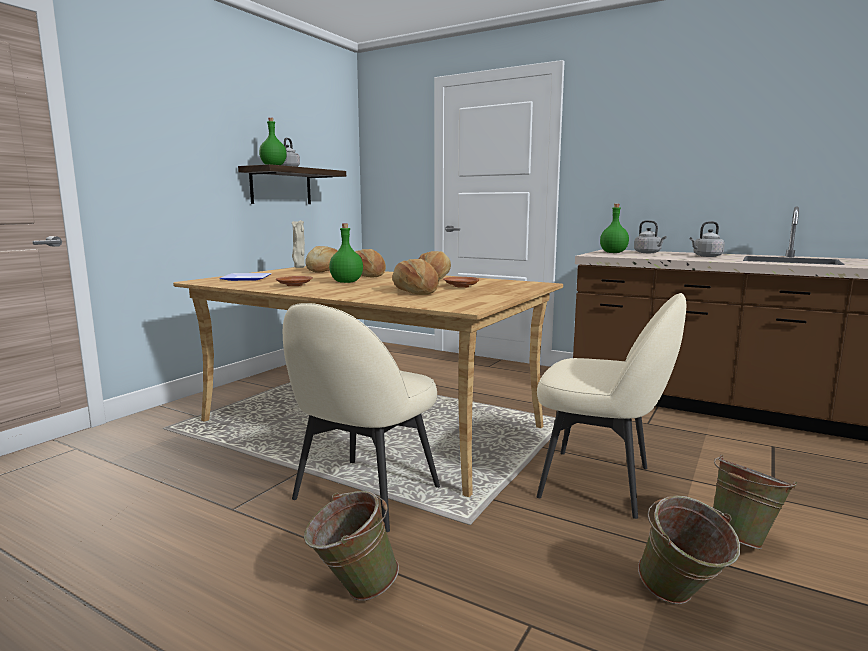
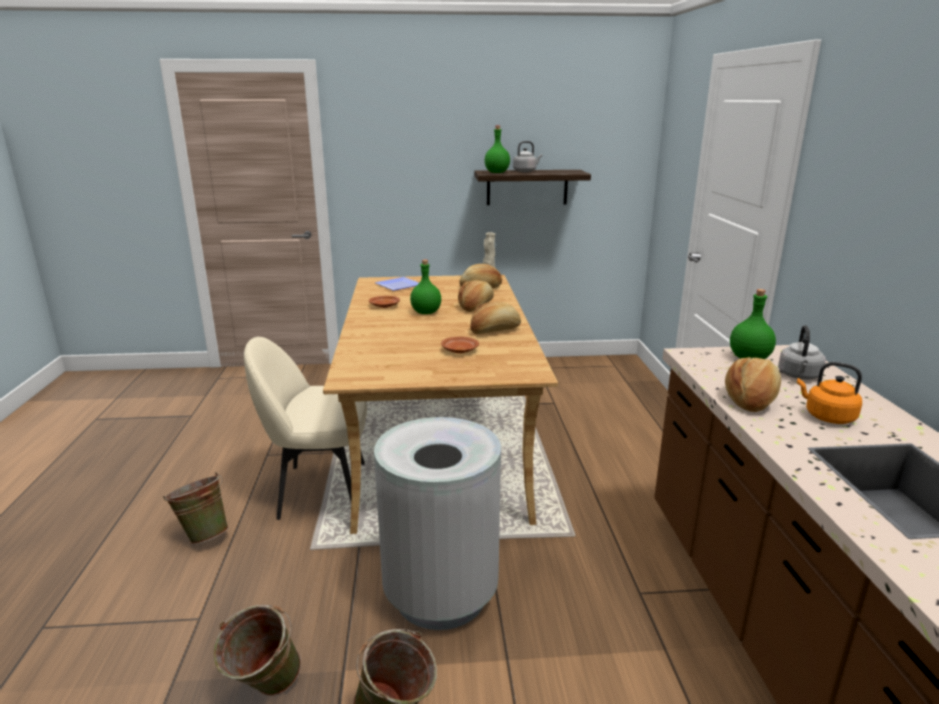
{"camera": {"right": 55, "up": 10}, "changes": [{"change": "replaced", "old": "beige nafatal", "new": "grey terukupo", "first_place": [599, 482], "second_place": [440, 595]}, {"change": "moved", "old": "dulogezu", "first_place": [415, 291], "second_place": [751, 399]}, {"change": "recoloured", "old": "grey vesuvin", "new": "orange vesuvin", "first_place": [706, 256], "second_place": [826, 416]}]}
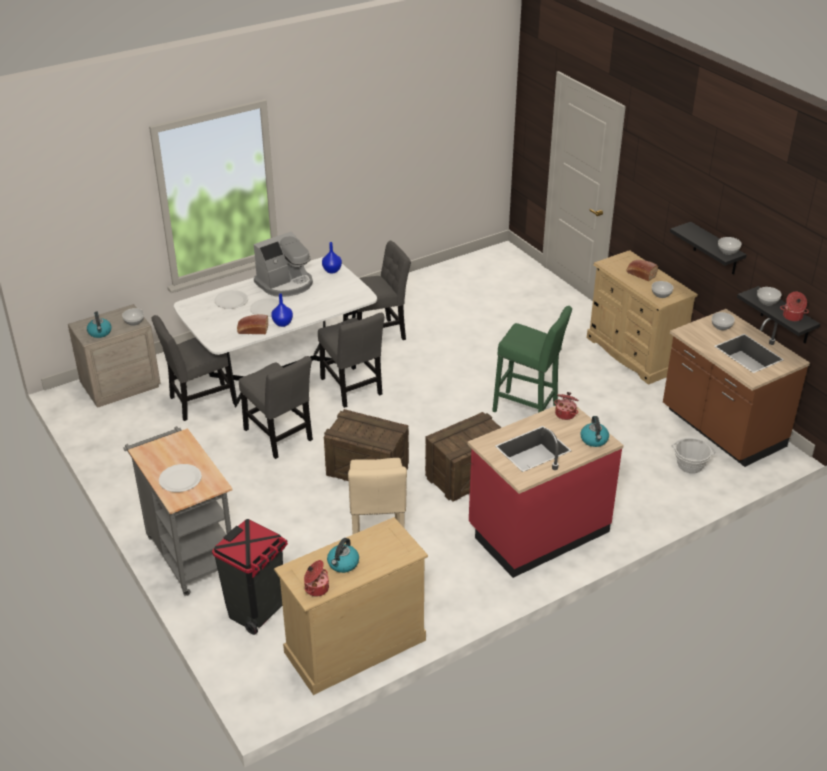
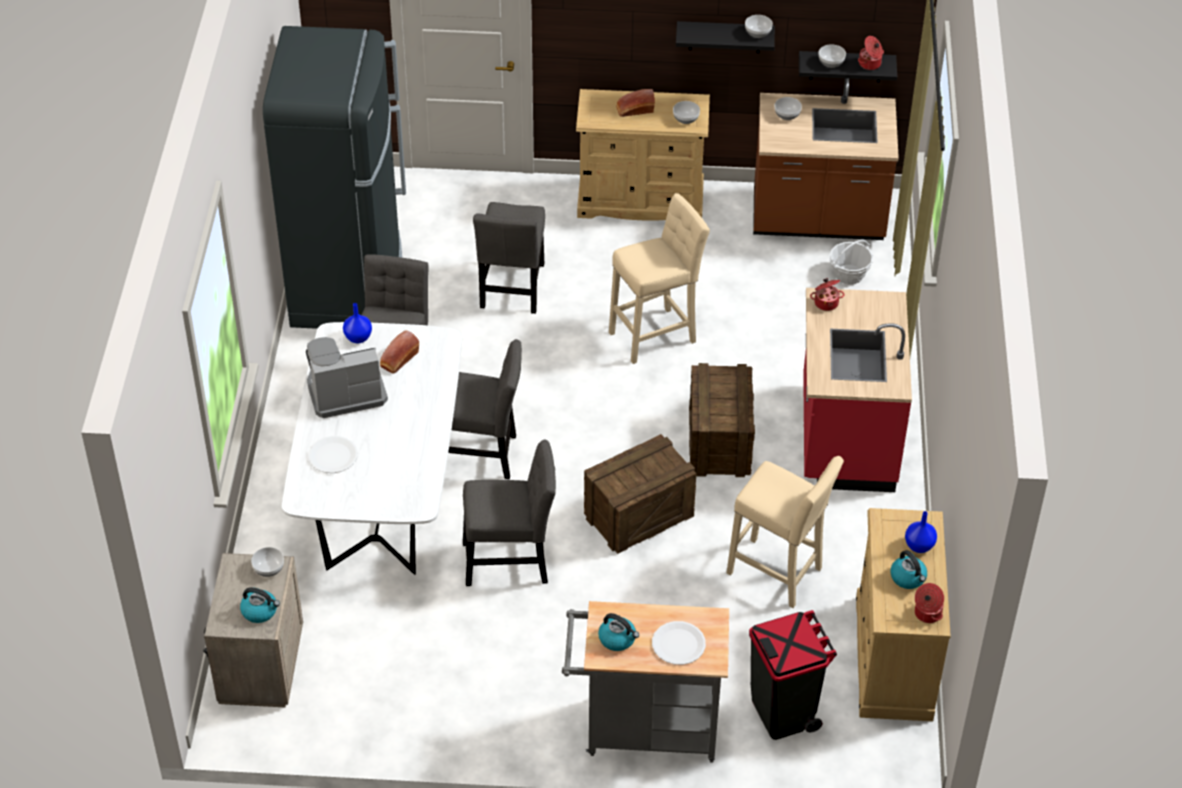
{"camera": {"right": -55, "up": 10}, "changes": [{"change": "added", "new": "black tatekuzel", "second_place": [348, 285]}, {"change": "turned", "old": "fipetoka", "first_place": [285, 284], "second_place": [345, 391], "degrees": -105}, {"change": "moved", "old": "dulogezu", "first_place": [252, 330], "second_place": [398, 360]}, {"change": "moved", "old": "grey nafatal", "first_place": [199, 402], "second_place": [512, 289]}, {"change": "moved", "old": "vesuvin", "first_place": [594, 440], "second_place": [618, 639]}, {"change": "recoloured", "old": "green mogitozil", "new": "beige mogitozil", "first_place": [528, 409], "second_place": [656, 335]}, {"change": "moved", "old": "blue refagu", "first_place": [282, 324], "second_place": [919, 546]}, {"change": "removed", "old": "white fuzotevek", "first_place": [267, 309]}]}
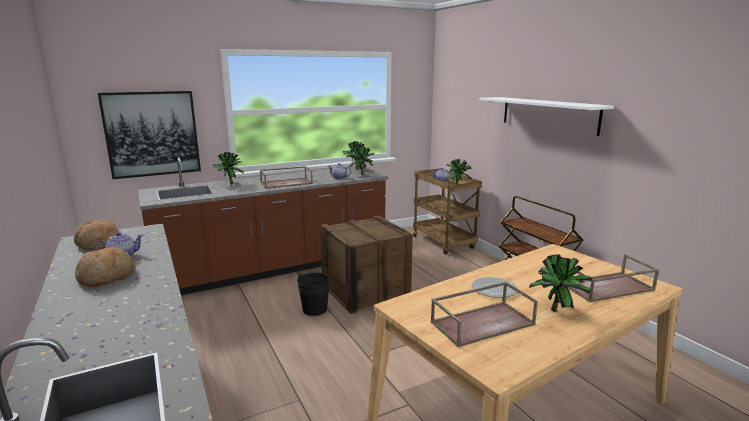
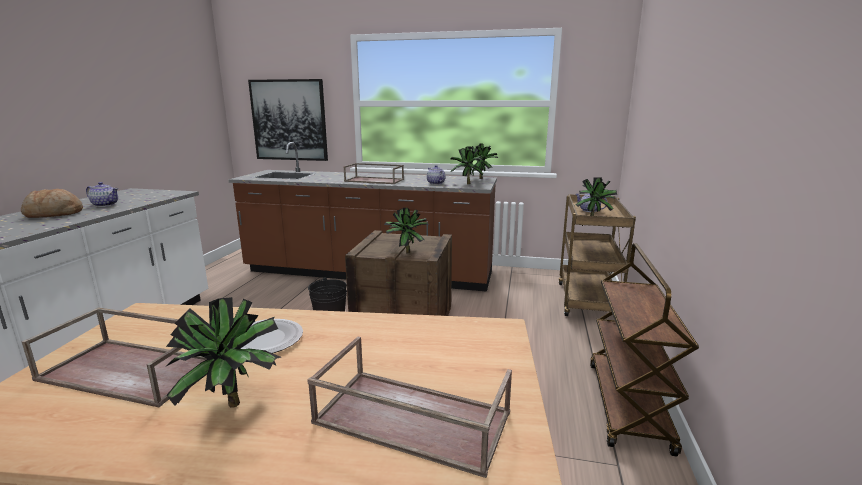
{"camera": {"right": 40, "up": 0}, "changes": [{"change": "moved", "old": "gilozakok", "first_place": [229, 183], "second_place": [405, 252]}, {"change": "removed", "old": "dulogezu", "first_place": [99, 244]}, {"change": "removed", "old": "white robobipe", "first_place": [548, 114]}]}
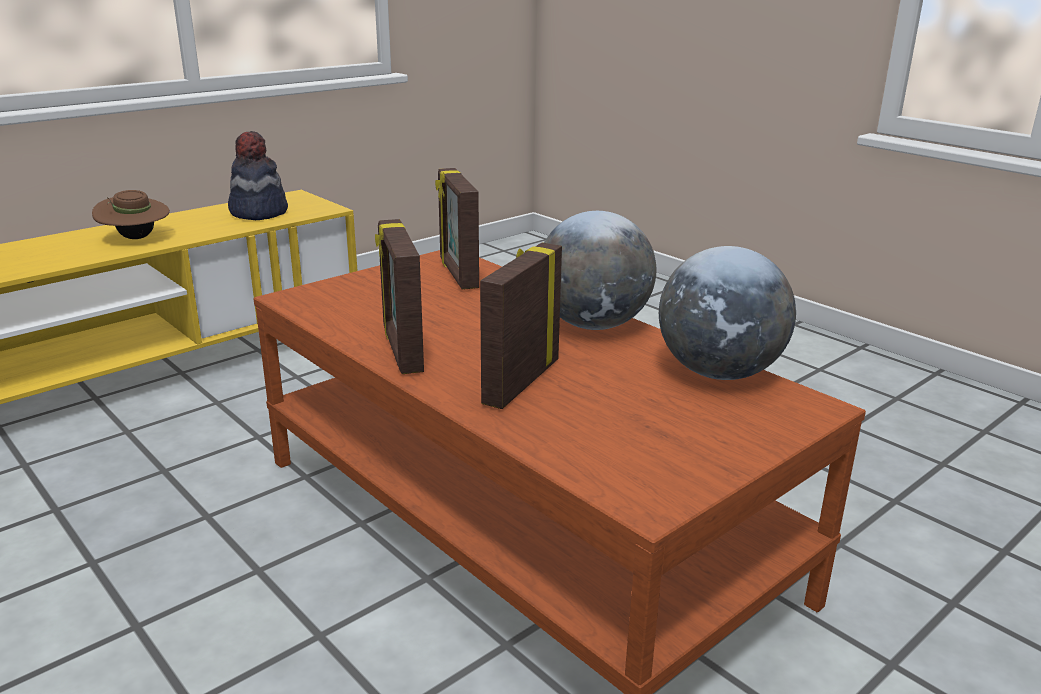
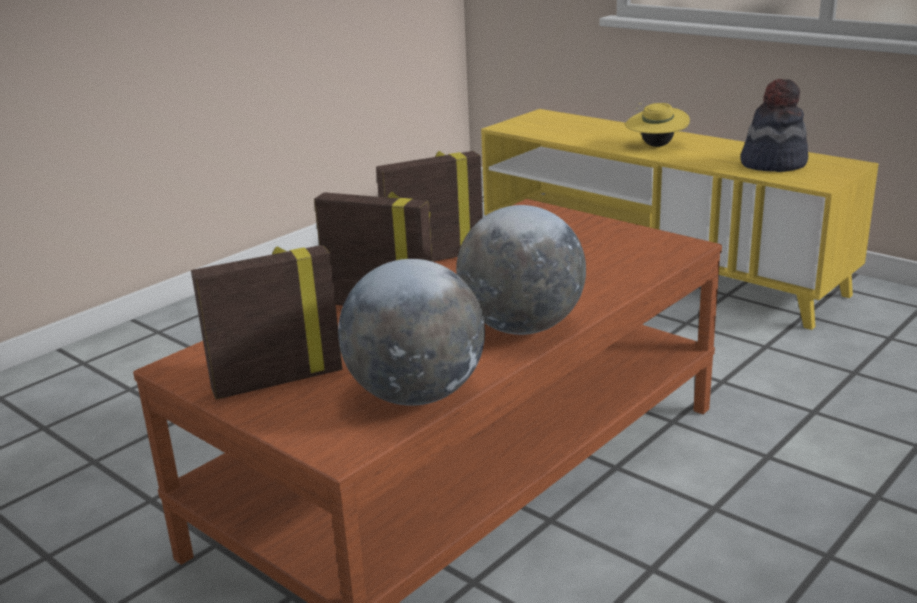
{"camera": {"right": 85, "up": 0}, "changes": [{"change": "moved", "old": "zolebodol", "first_place": [457, 274], "second_place": [277, 380]}, {"change": "recoloured", "old": "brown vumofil", "new": "yellow vumofil", "first_place": [136, 238], "second_place": [656, 145]}]}
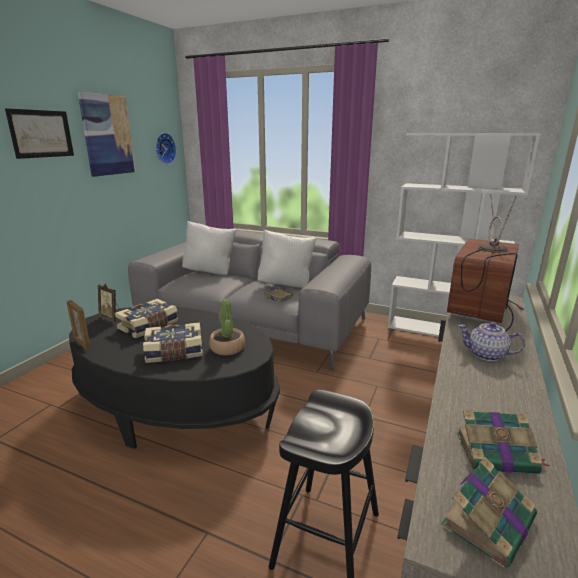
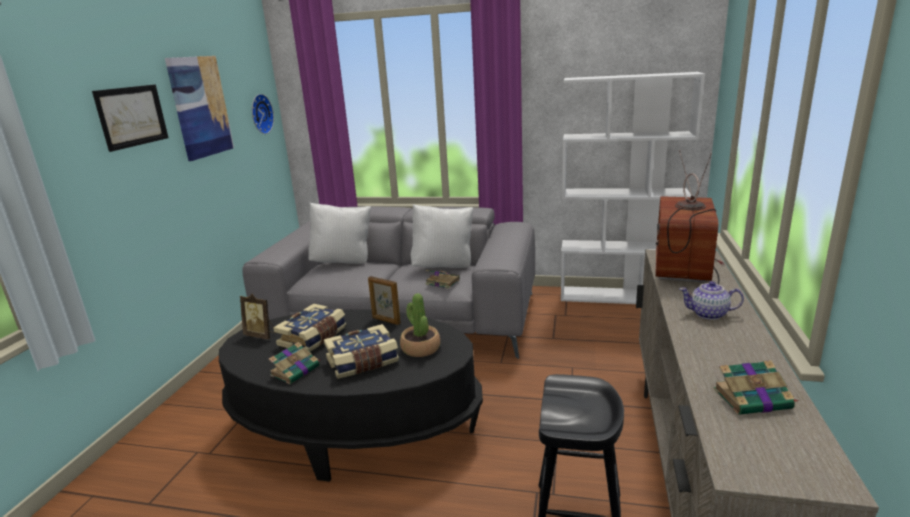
{"camera": {"right": -10, "up": 0}, "changes": [{"change": "moved", "old": "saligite", "first_place": [488, 520], "second_place": [296, 370]}, {"change": "moved", "old": "zolebodol", "first_place": [82, 344], "second_place": [386, 321]}]}
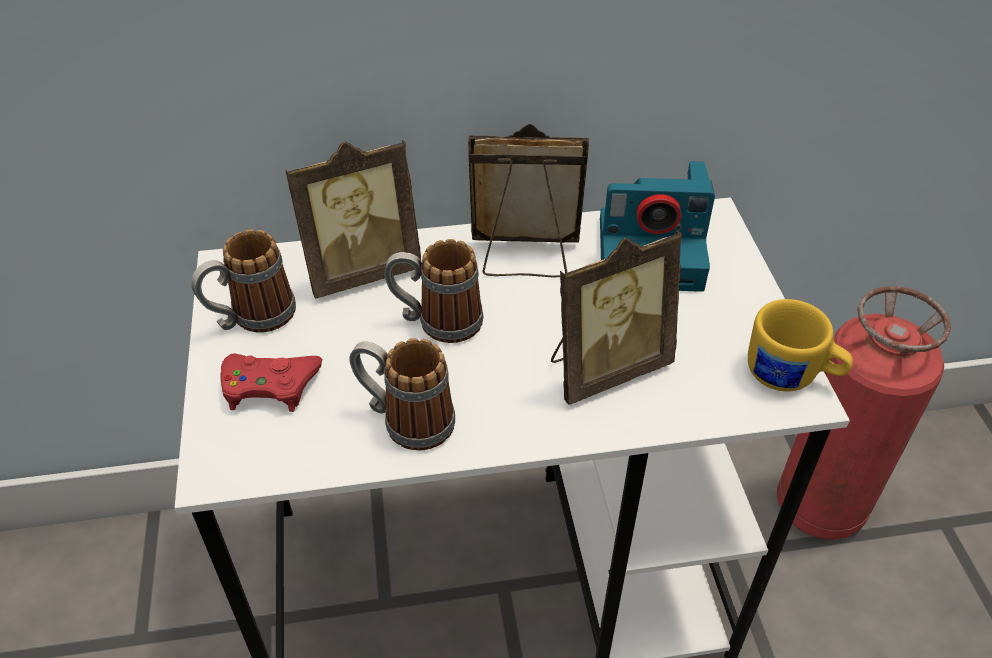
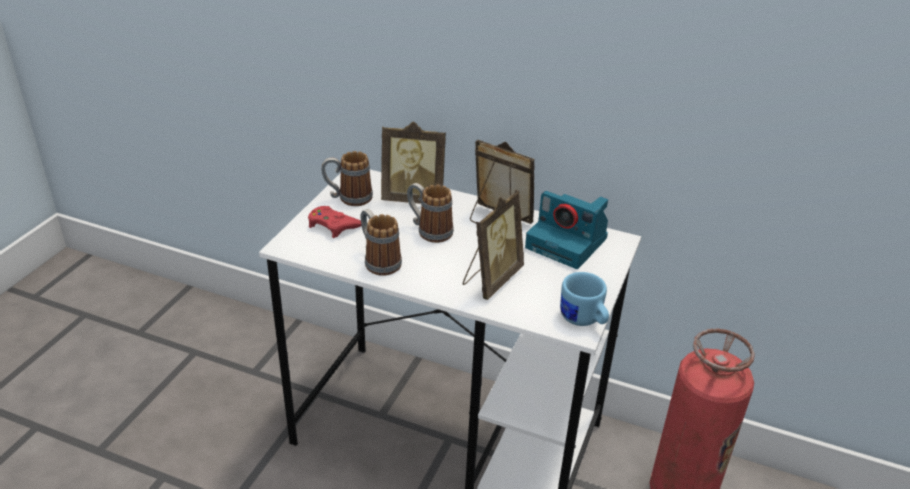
{"camera": {"right": 30, "up": -10}, "changes": [{"change": "turned", "old": "zolebodol", "first_place": [605, 368], "second_place": [491, 279], "degrees": -60}, {"change": "recoloured", "old": "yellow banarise", "new": "blue banarise", "first_place": [791, 376], "second_place": [583, 320]}]}
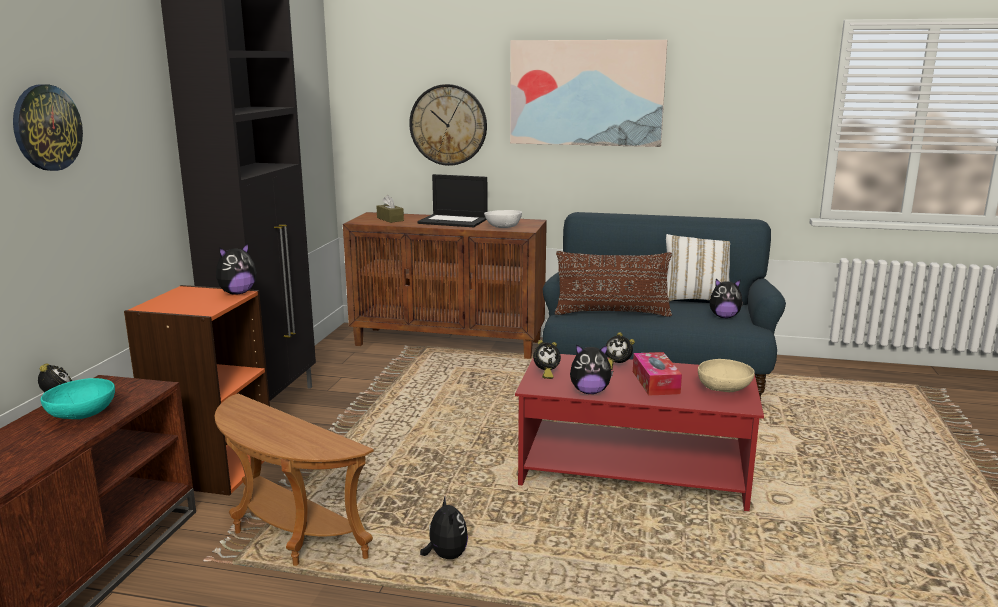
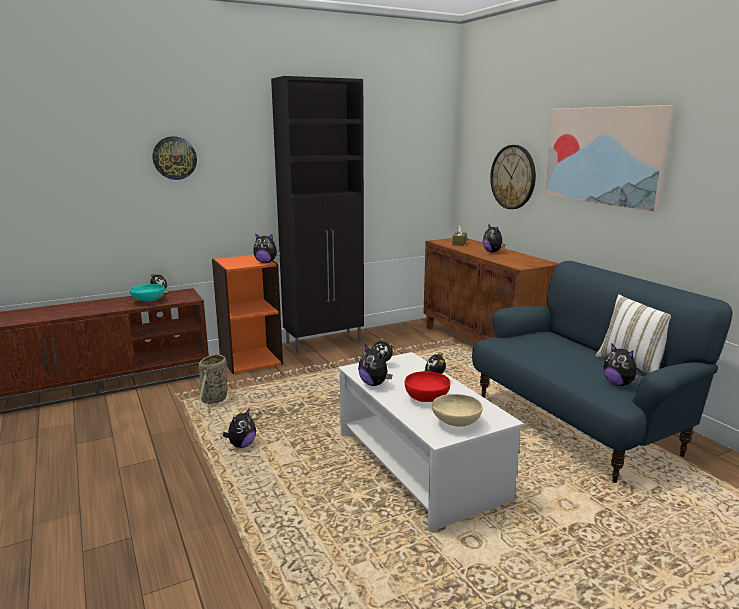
{"camera": {"right": 50, "up": 0}, "changes": [{"change": "replaced", "old": "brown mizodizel", "new": "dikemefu", "first_place": [287, 536], "second_place": [214, 401]}, {"change": "recoloured", "old": "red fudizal", "new": "white fudizal", "first_place": [635, 470], "second_place": [419, 466]}, {"change": "replaced", "old": "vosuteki", "new": "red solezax", "first_place": [655, 382], "second_place": [427, 397]}, {"change": "replaced", "old": "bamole", "new": "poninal", "first_place": [454, 221], "second_place": [493, 252]}, {"change": "removed", "old": "white solezax", "first_place": [503, 227]}, {"change": "removed", "old": "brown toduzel", "first_place": [612, 313]}]}
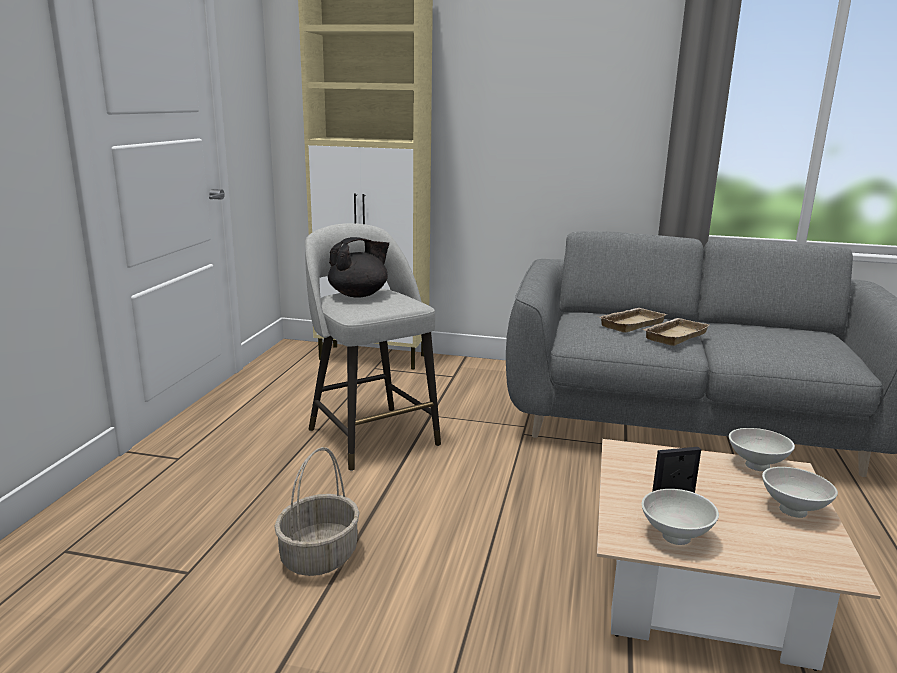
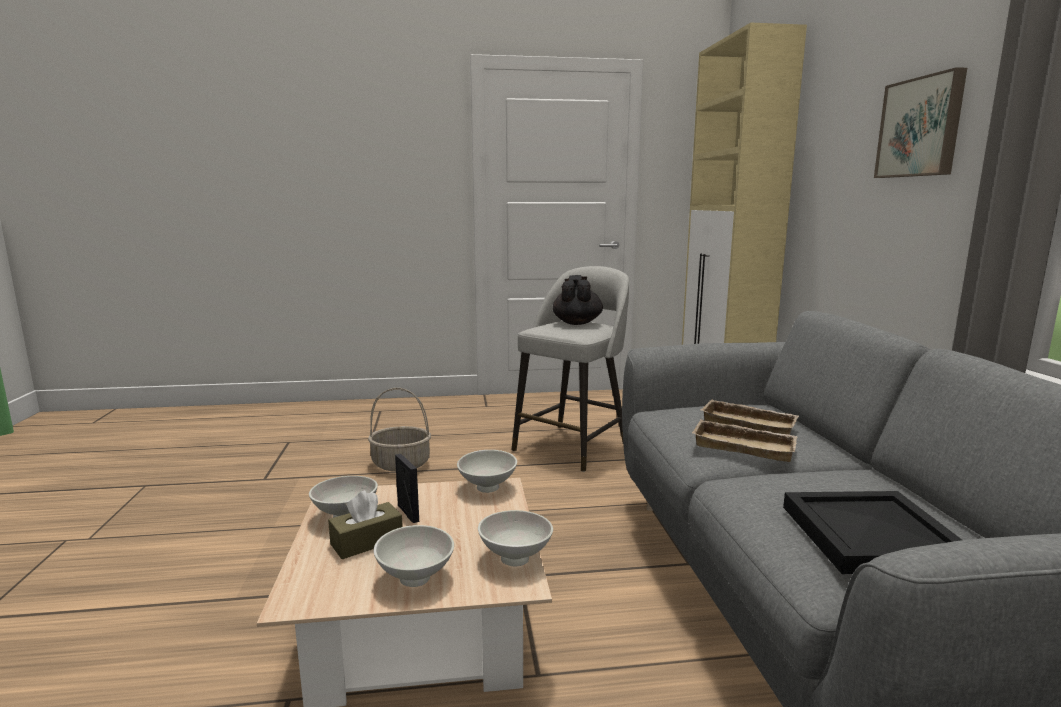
{"camera": {"right": 70, "up": -5}, "changes": [{"change": "added", "new": "brown vosuteki", "second_place": [367, 542]}, {"change": "added", "new": "white solezax", "second_place": [489, 488]}, {"change": "turned", "old": "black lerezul", "first_place": [359, 295], "second_place": [577, 323], "degrees": -120}, {"change": "added", "new": "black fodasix", "second_place": [870, 537]}, {"change": "added", "new": "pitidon", "second_place": [921, 127]}]}
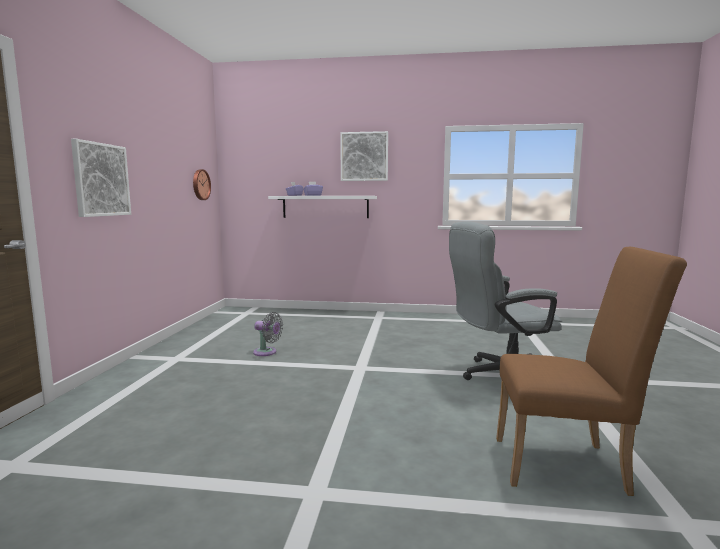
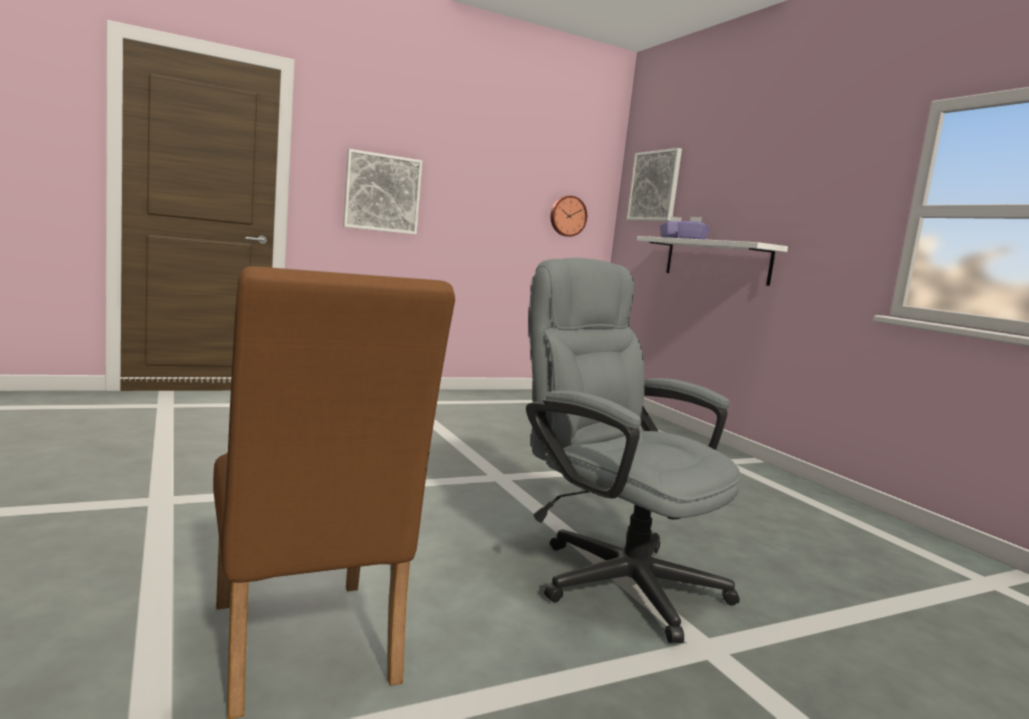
{"camera": {"right": 55, "up": 0}, "changes": [{"change": "moved", "old": "pitidon", "first_place": [364, 156], "second_place": [654, 186]}, {"change": "removed", "old": "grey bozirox", "first_place": [267, 352]}]}
